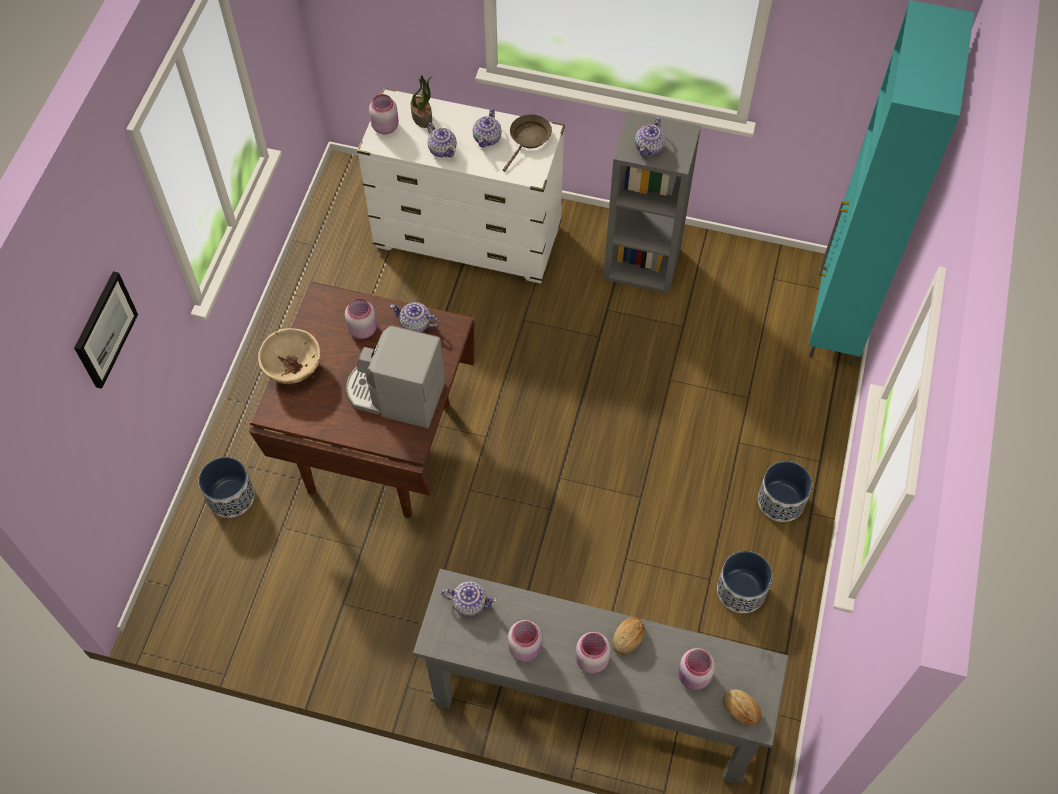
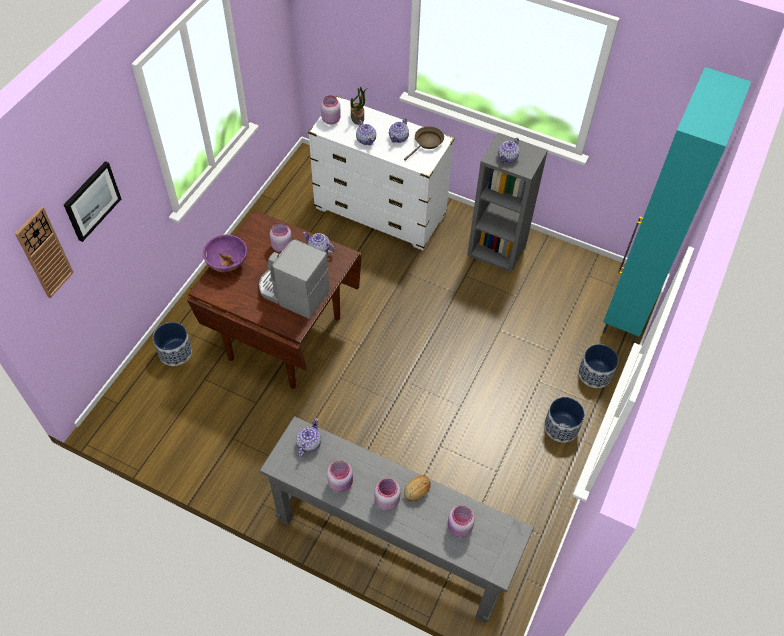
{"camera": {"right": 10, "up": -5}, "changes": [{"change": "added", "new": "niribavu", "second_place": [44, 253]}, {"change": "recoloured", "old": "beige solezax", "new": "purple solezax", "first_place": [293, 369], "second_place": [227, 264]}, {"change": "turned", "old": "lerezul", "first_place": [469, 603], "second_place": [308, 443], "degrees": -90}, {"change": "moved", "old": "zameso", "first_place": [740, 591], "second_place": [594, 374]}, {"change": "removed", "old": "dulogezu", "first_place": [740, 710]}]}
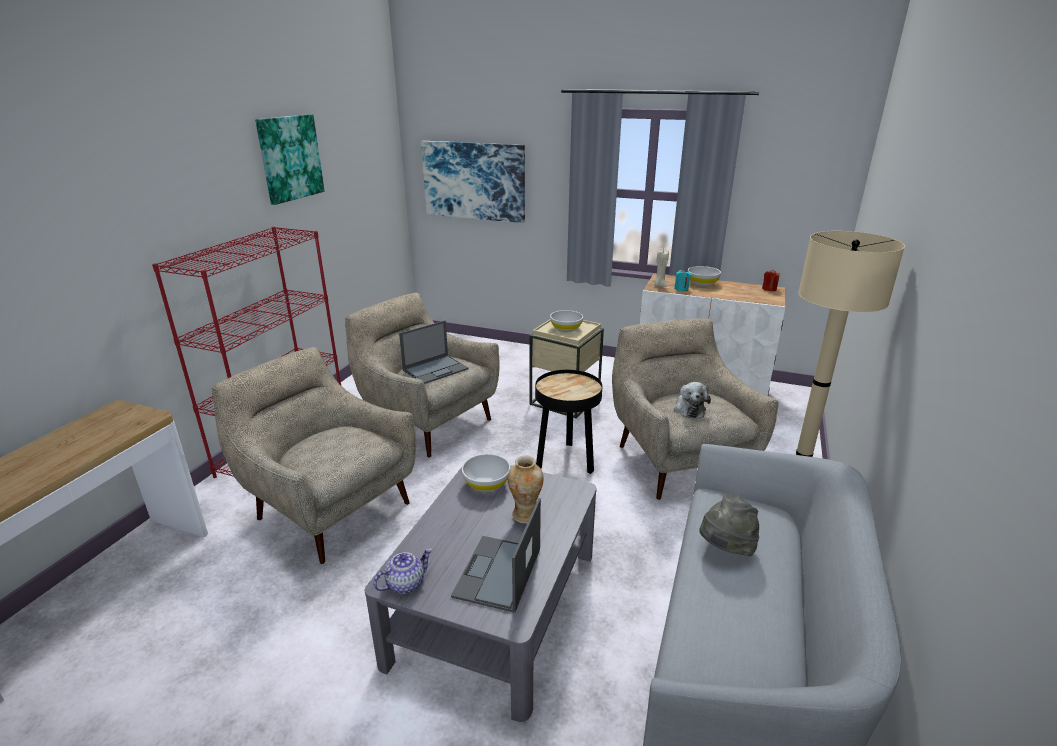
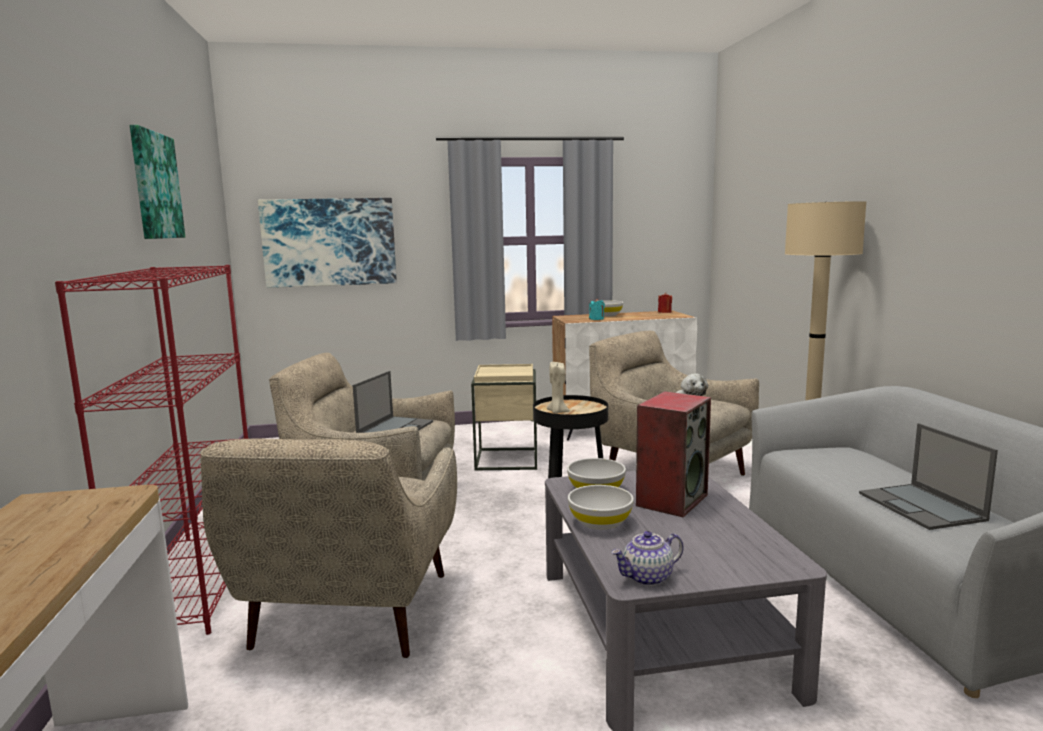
{"camera": {"right": -30, "up": -15}, "changes": [{"change": "turned", "old": "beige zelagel", "first_place": [330, 507], "second_place": [348, 616], "degrees": -90}, {"change": "moved", "old": "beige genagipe", "first_place": [659, 285], "second_place": [557, 412]}, {"change": "moved", "old": "white solezax", "first_place": [566, 329], "second_place": [600, 522]}, {"change": "turned", "old": "lerezul", "first_place": [405, 583], "second_place": [647, 577], "degrees": -135}, {"change": "replaced", "old": "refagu", "new": "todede", "first_place": [525, 515], "second_place": [671, 499]}, {"change": "moved", "old": "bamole", "first_place": [498, 573], "second_place": [922, 507]}, {"change": "removed", "old": "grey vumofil", "first_place": [725, 549]}]}
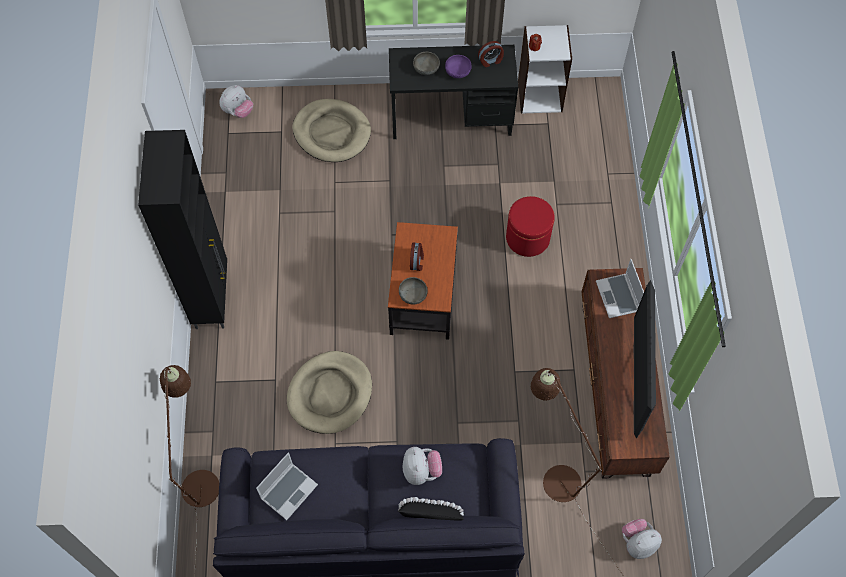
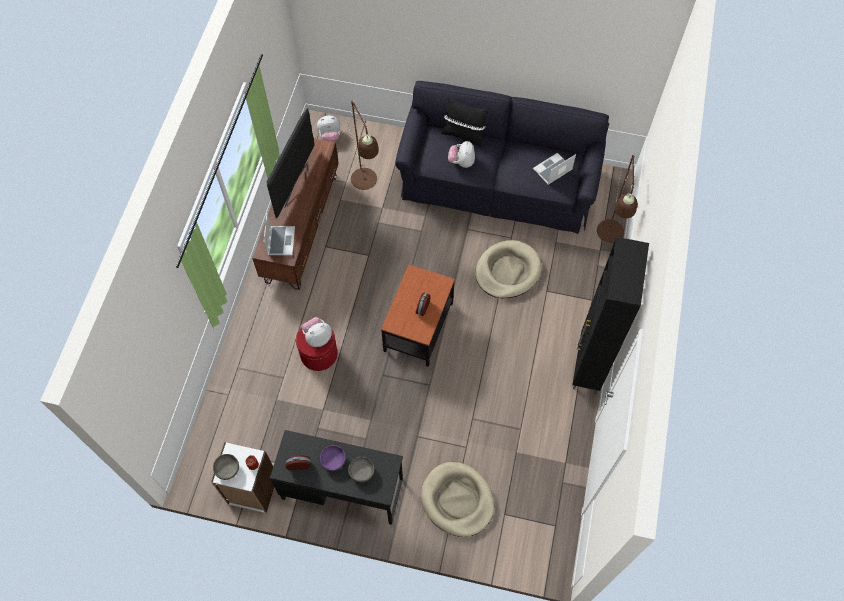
{"camera": {"right": -165, "up": 0}, "changes": [{"change": "moved", "old": "grey solezax", "first_place": [413, 294], "second_place": [227, 469]}, {"change": "moved", "old": "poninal", "first_place": [238, 111], "second_place": [317, 337]}]}
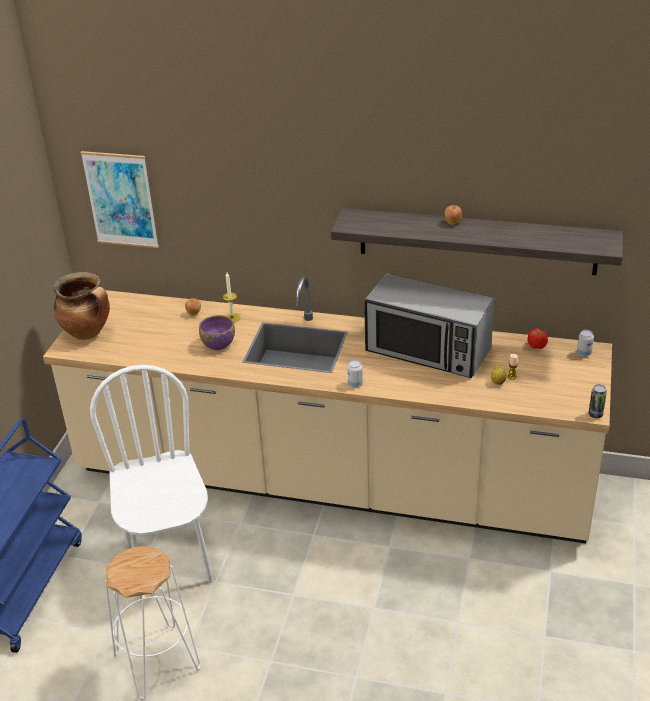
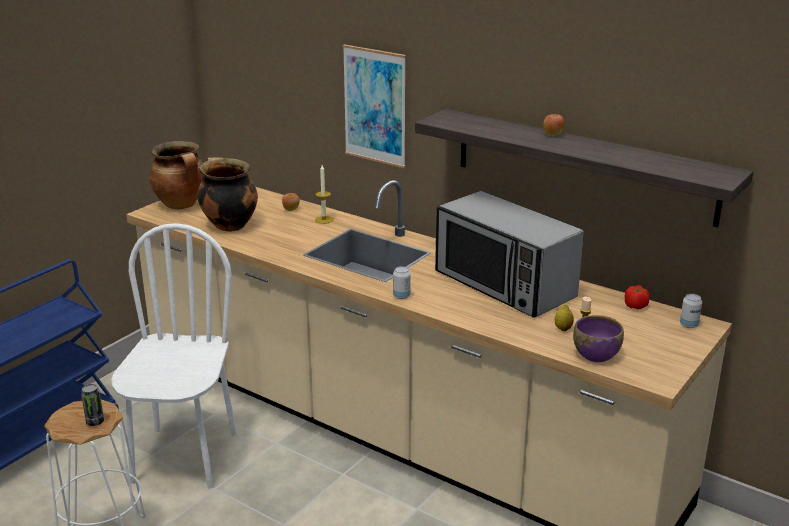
{"camera": {"right": 20, "up": -10}, "changes": [{"change": "moved", "old": "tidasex", "first_place": [595, 414], "second_place": [95, 422]}, {"change": "added", "new": "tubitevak", "second_place": [228, 225]}, {"change": "moved", "old": "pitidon", "first_place": [121, 200], "second_place": [375, 106]}, {"change": "moved", "old": "purple solezax", "first_place": [218, 344], "second_place": [595, 355]}]}
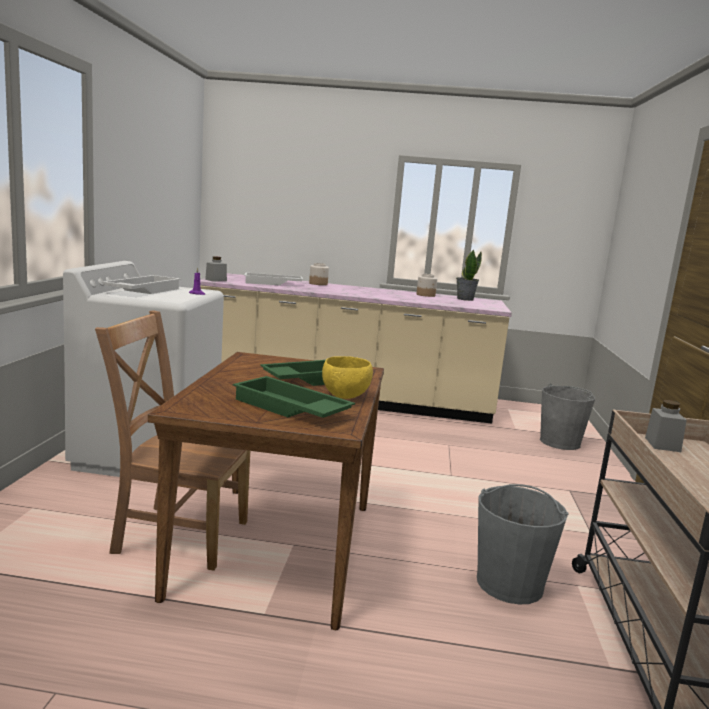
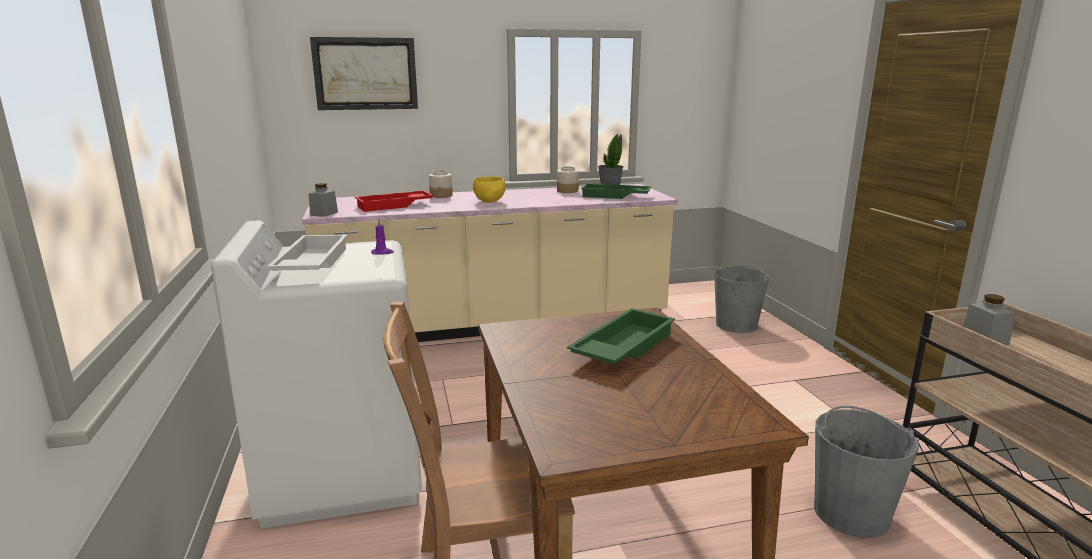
{"camera": {"right": -20, "up": 5}, "changes": [{"change": "added", "new": "pitidon", "second_place": [365, 74]}, {"change": "recoloured", "old": "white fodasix", "new": "red fodasix", "first_place": [272, 283], "second_place": [394, 206]}, {"change": "moved", "old": "yellow solezax", "first_place": [345, 396], "second_place": [489, 201]}, {"change": "moved", "old": "green fodasix", "first_place": [289, 409], "second_place": [615, 196]}]}
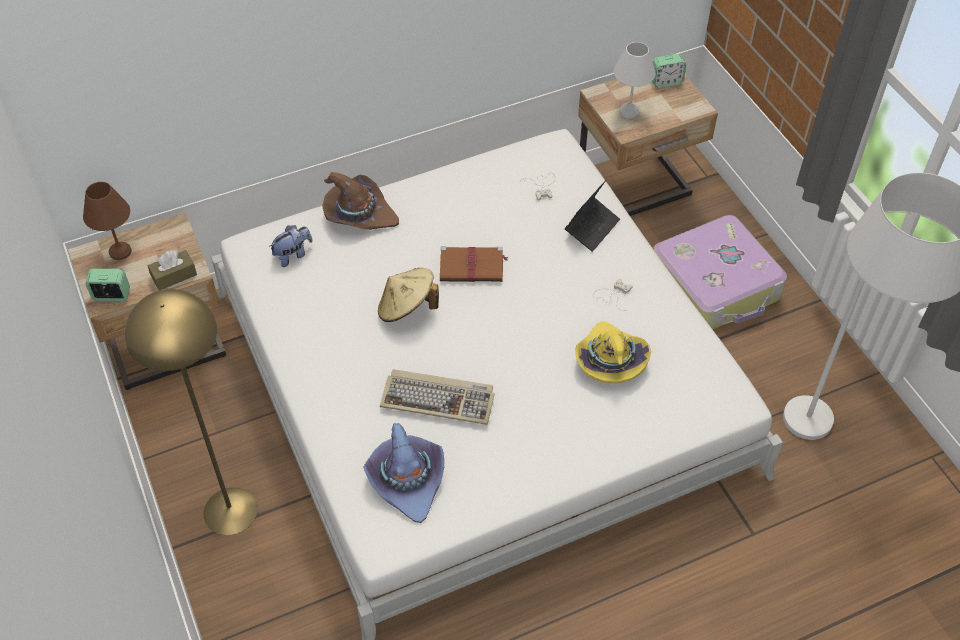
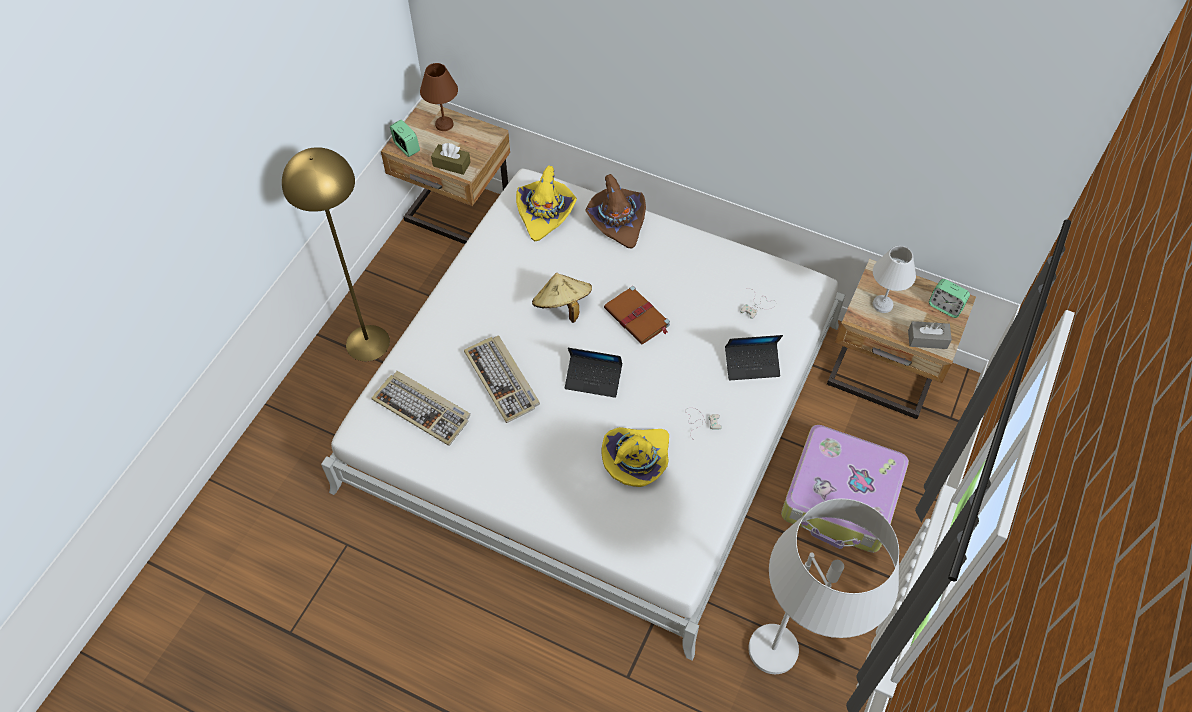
{"camera": {"right": 50, "up": 5}, "changes": [{"change": "replaced", "old": "purple vumofil", "new": "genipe", "first_place": [407, 480], "second_place": [423, 409]}, {"change": "replaced", "old": "poninal", "new": "yellow vumofil", "first_place": [293, 255], "second_place": [545, 212]}, {"change": "added", "new": "bamole", "second_place": [593, 379]}, {"change": "added", "new": "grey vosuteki", "second_place": [927, 339]}]}
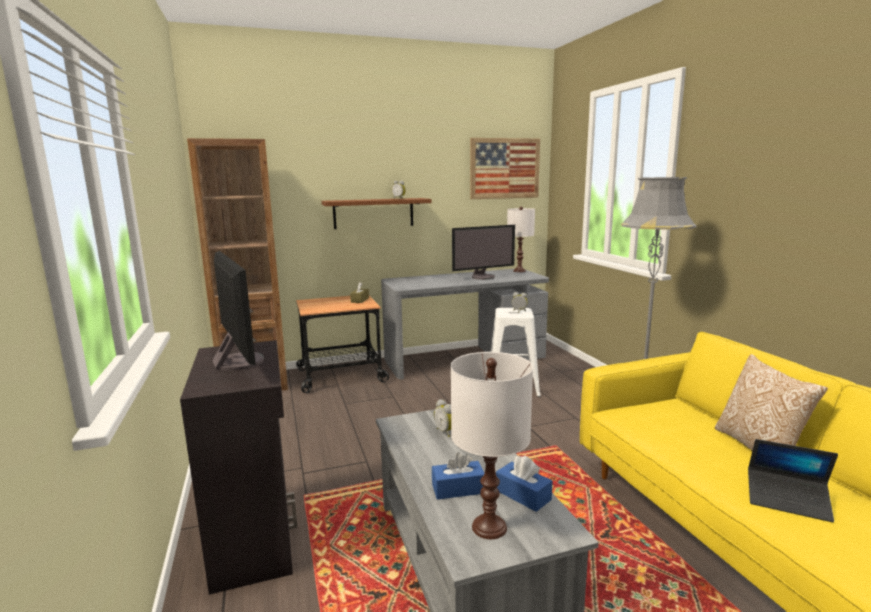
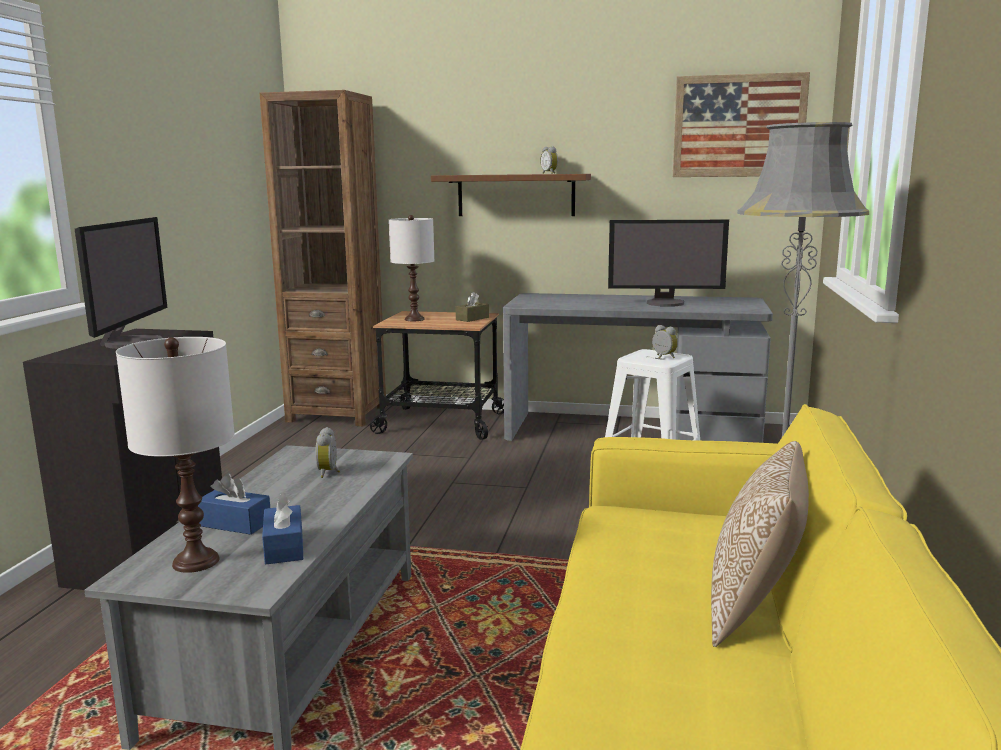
{"camera": {"right": 30, "up": 0}, "changes": [{"change": "moved", "old": "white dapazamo", "first_place": [519, 271], "second_place": [415, 319]}, {"change": "removed", "old": "bamole", "first_place": [787, 500]}]}
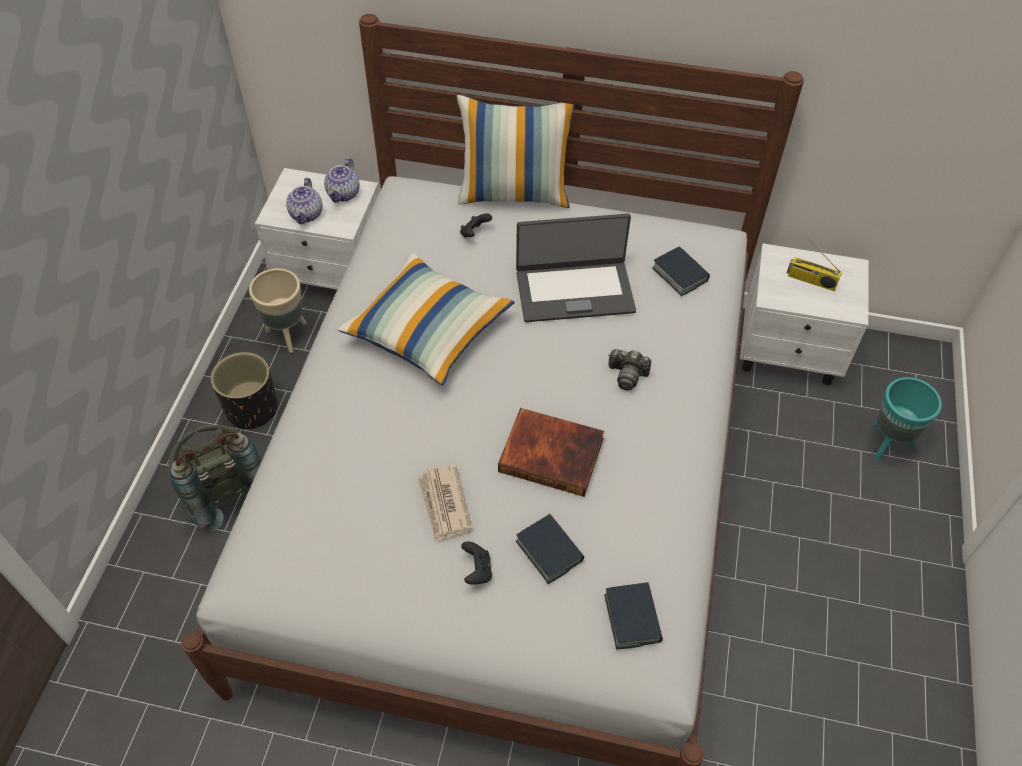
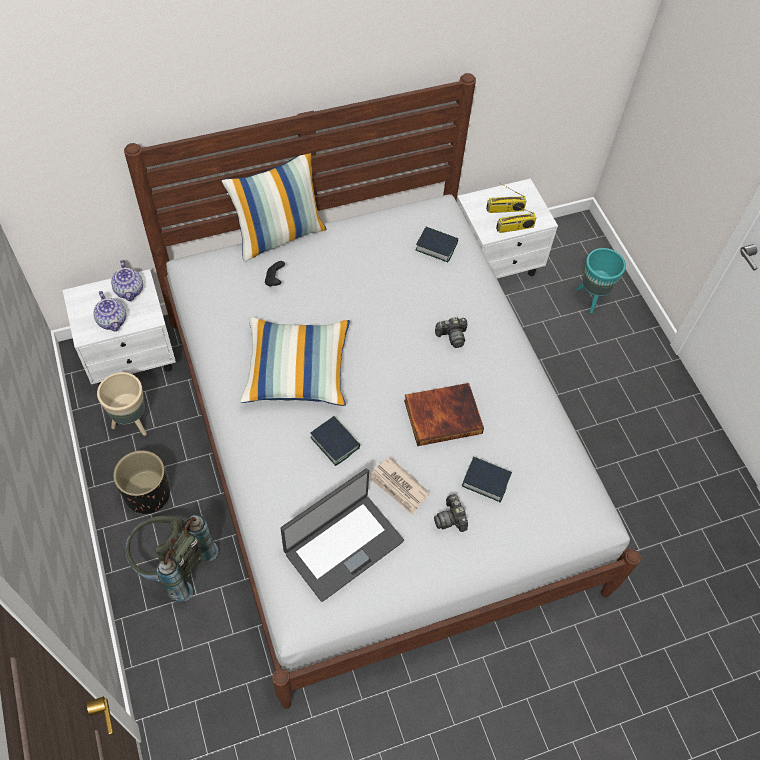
{"camera": {"right": -35, "up": 5}, "changes": [{"change": "moved", "old": "bamole", "first_place": [574, 290], "second_place": [343, 545]}, {"change": "moved", "old": "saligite", "first_place": [632, 618], "second_place": [335, 442]}, {"change": "replaced", "old": "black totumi", "new": "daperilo", "first_place": [477, 570], "second_place": [451, 518]}, {"change": "added", "new": "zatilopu", "second_place": [514, 228]}]}
